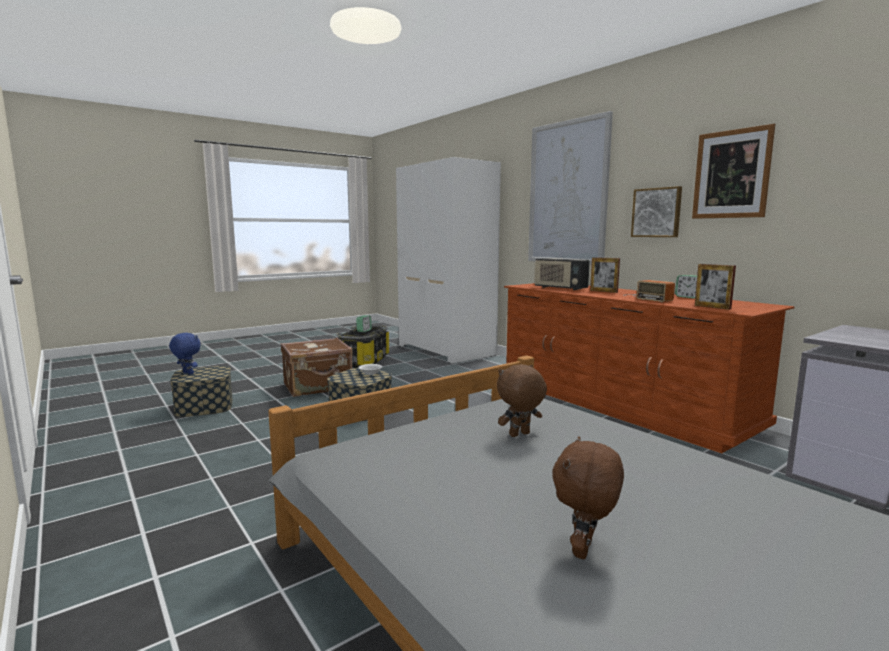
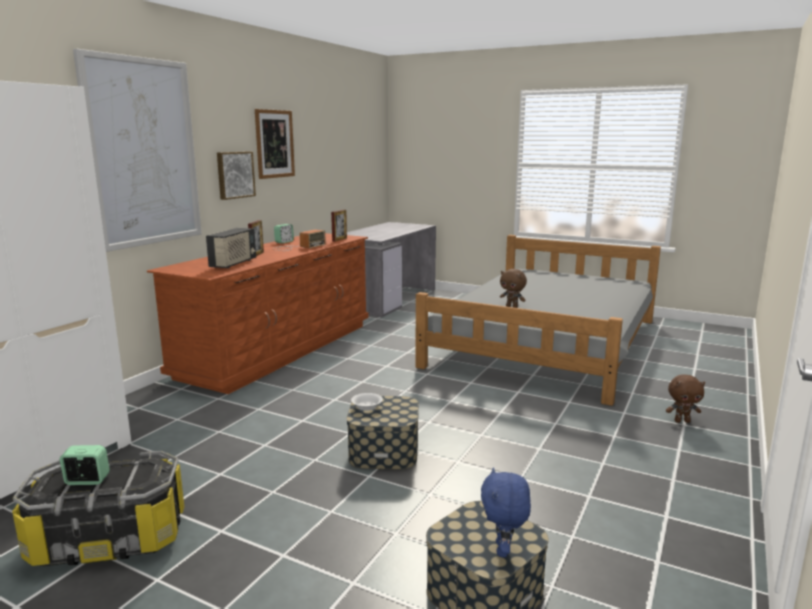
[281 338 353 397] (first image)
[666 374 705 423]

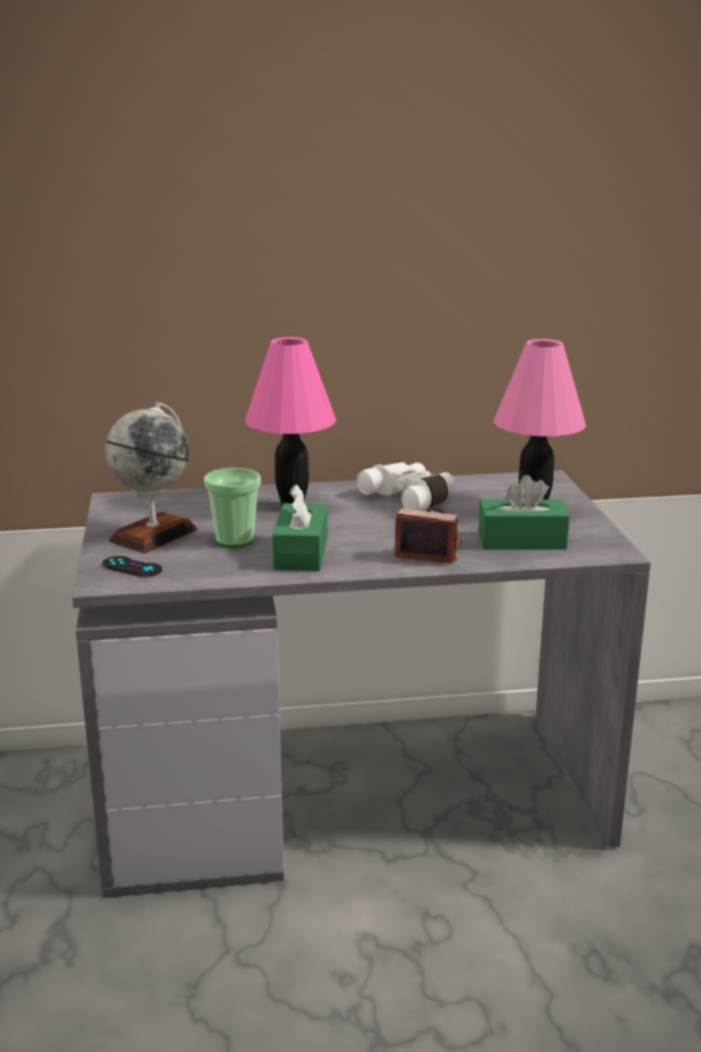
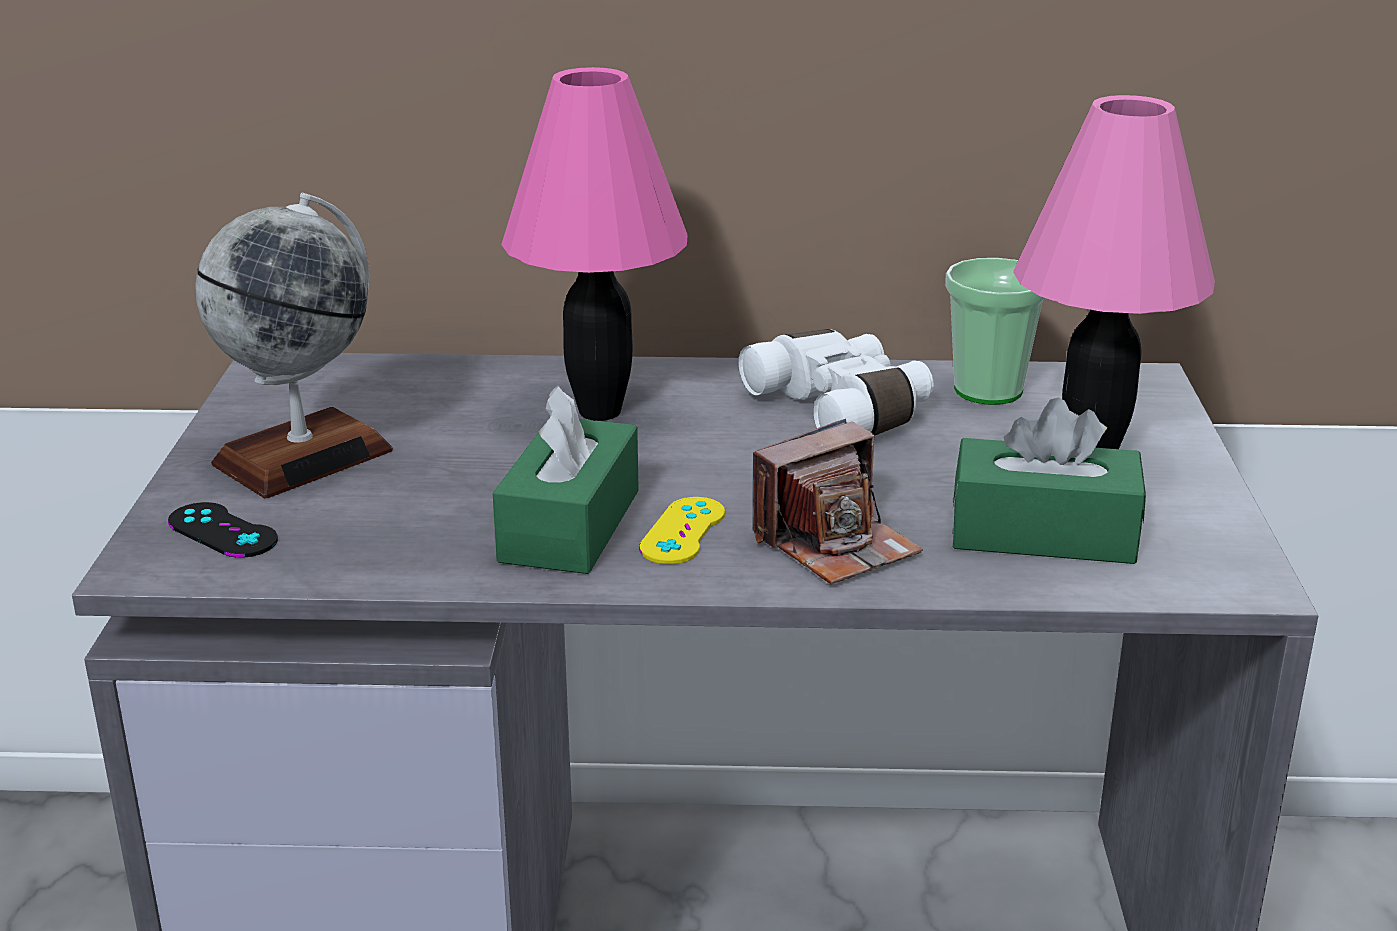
[945 258 1045 405]
[753 419 923 584]
[639 497 725 564]

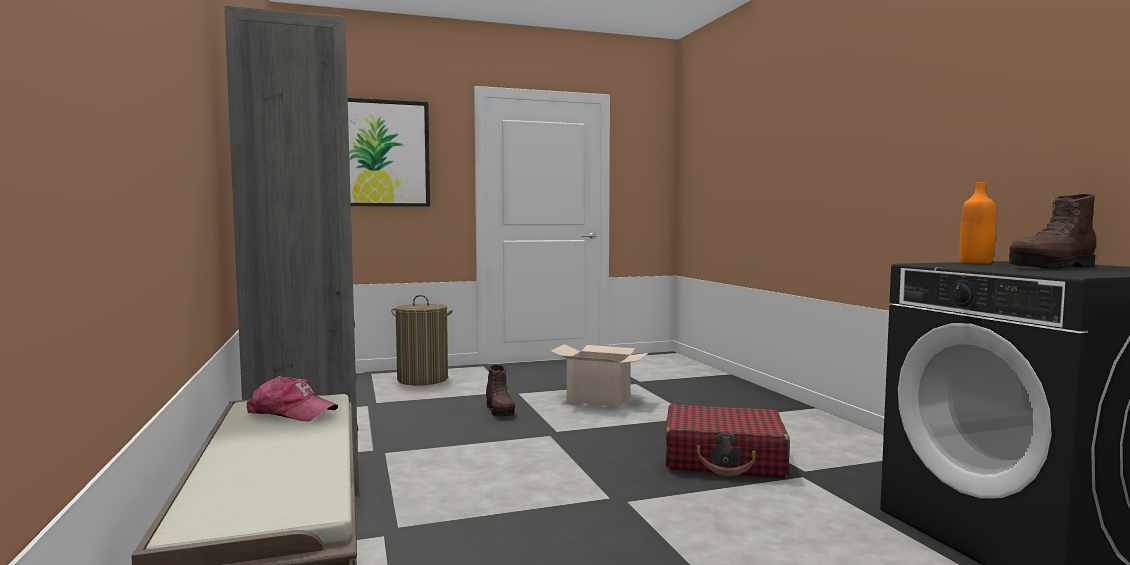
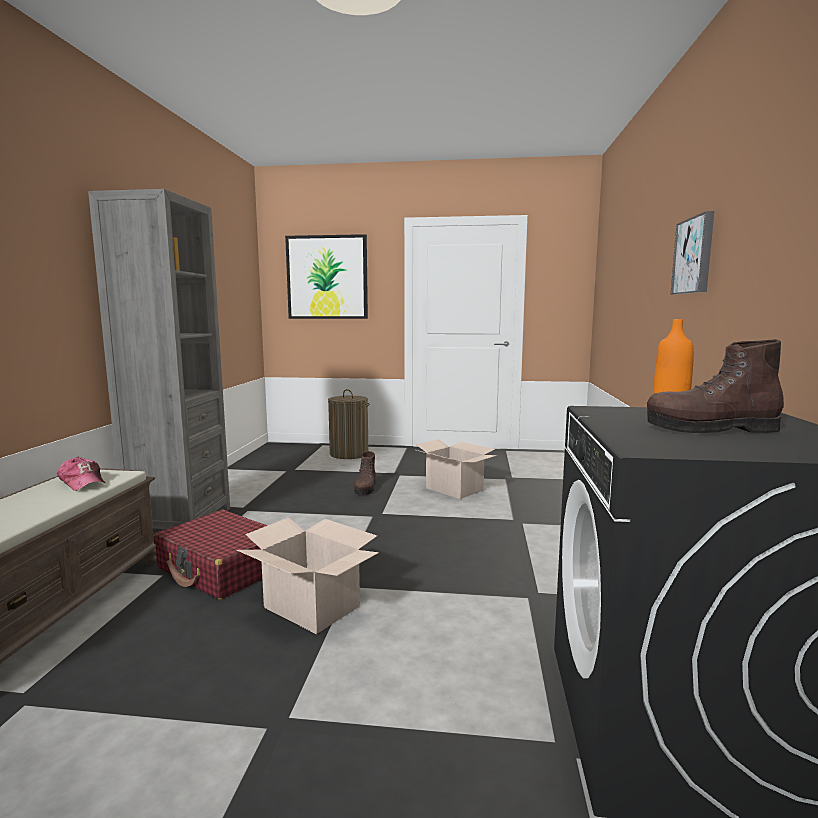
[154 510 268 600]
[670 211 714 295]
[237 518 379 634]

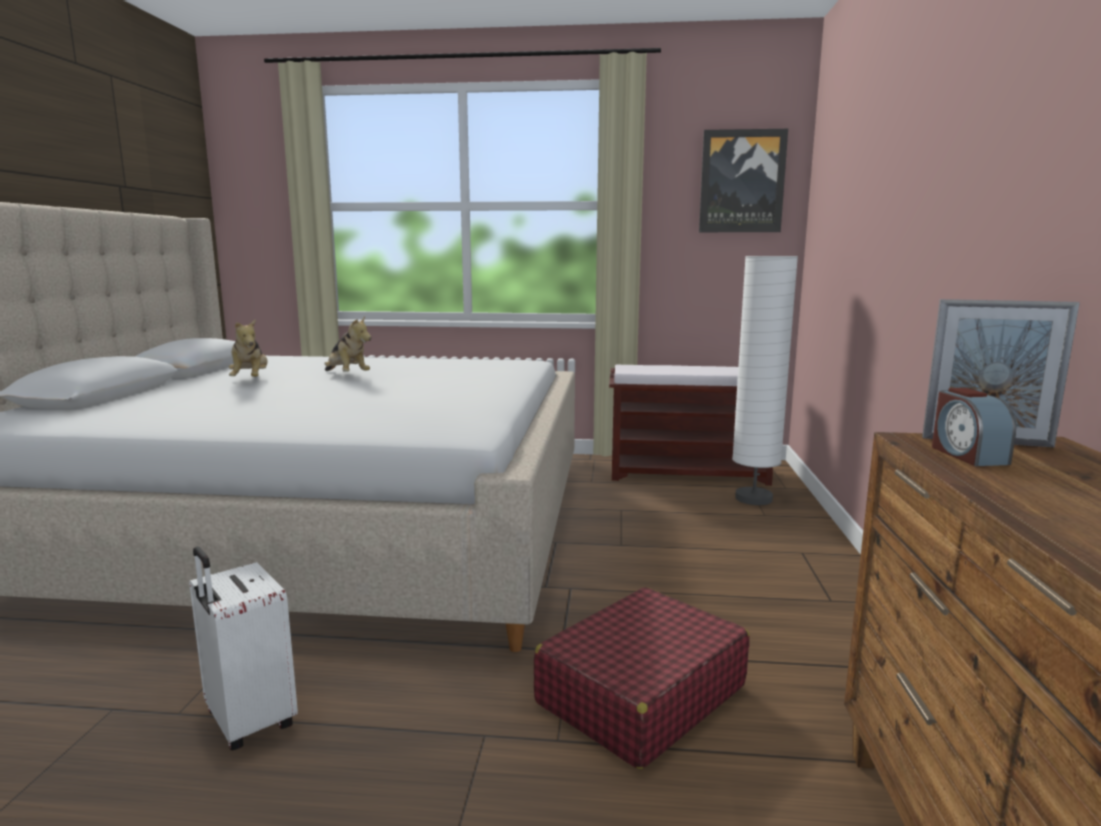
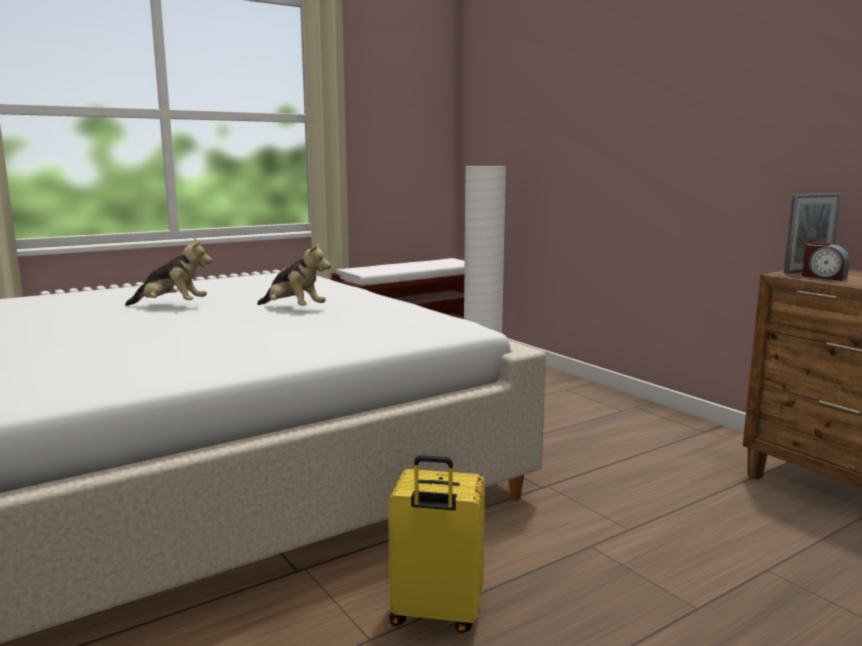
[699 129 788 232] (first image)
[257 241 331 306]
[388 455 485 633]
[534 587 750 769] (first image)

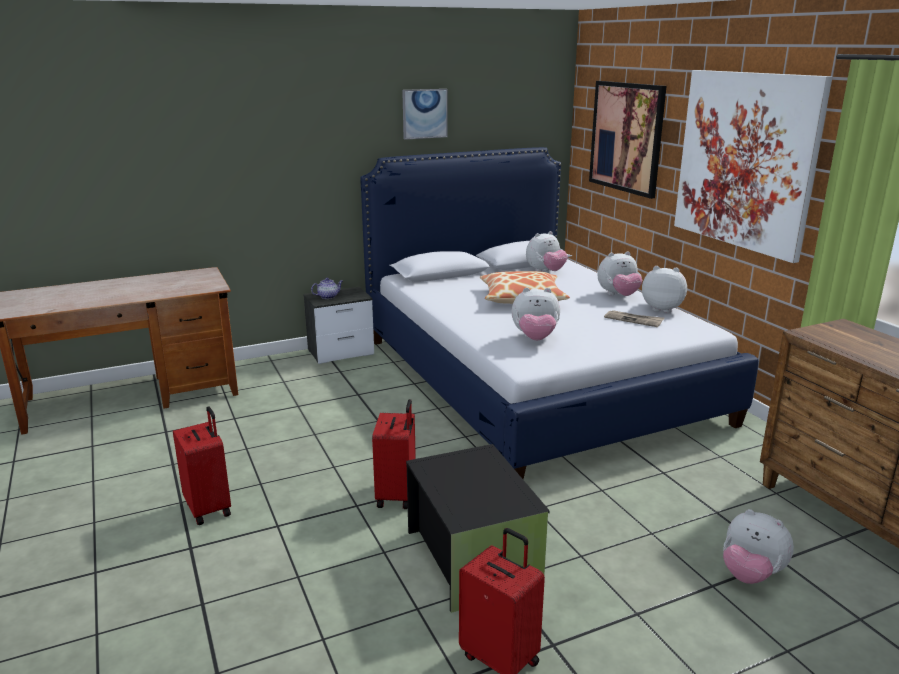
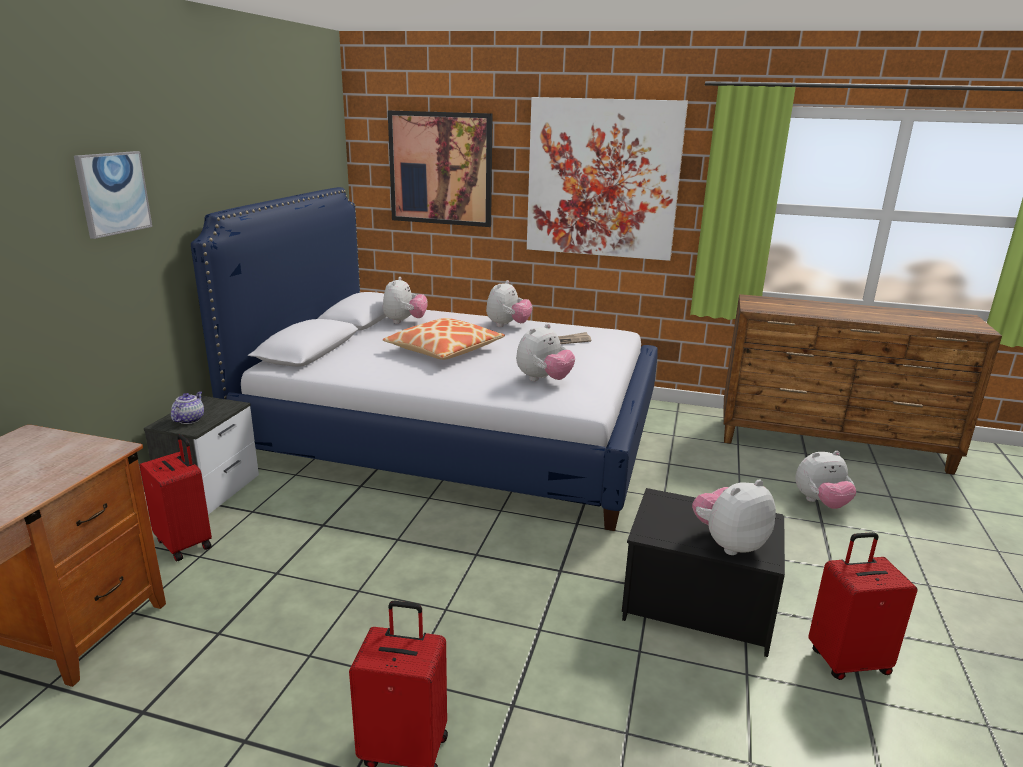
[74 151 152 239]
[692 479 776 555]
[140 434 212 561]

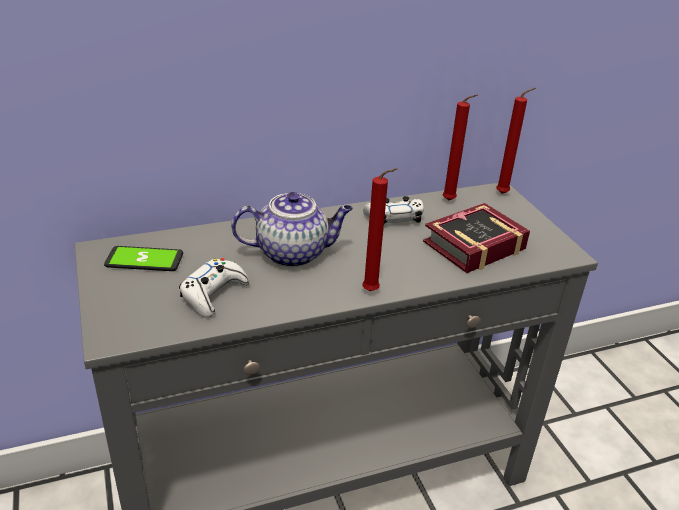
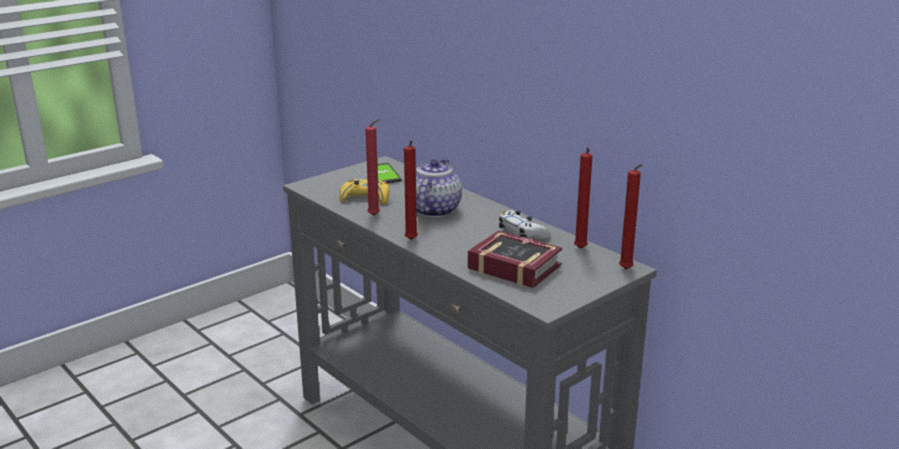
[416 158 462 217]
[339 179 389 204]
[365 119 380 216]

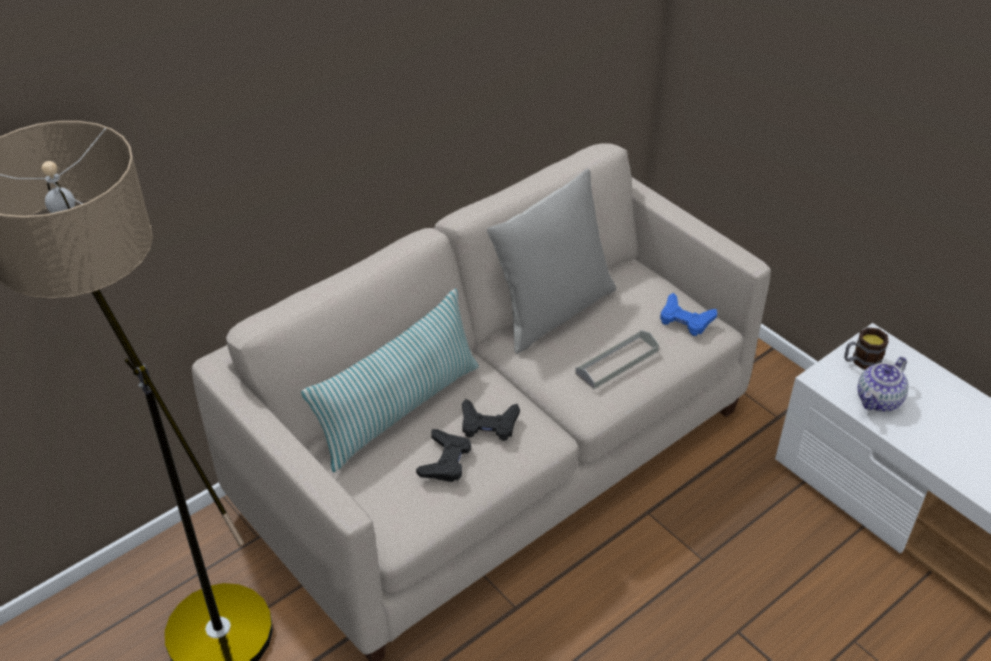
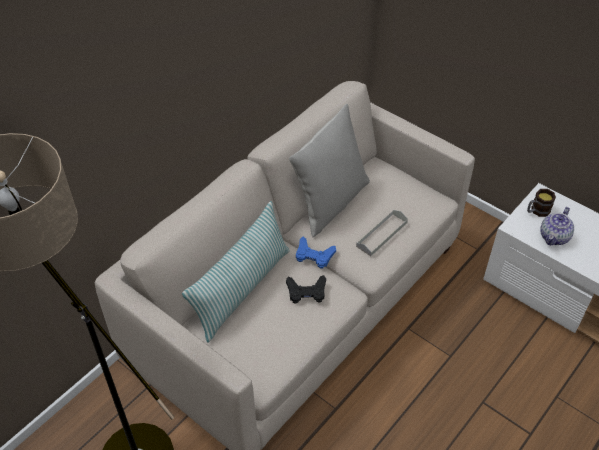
[296 237 336 268]
[416 429 471 482] (first image)

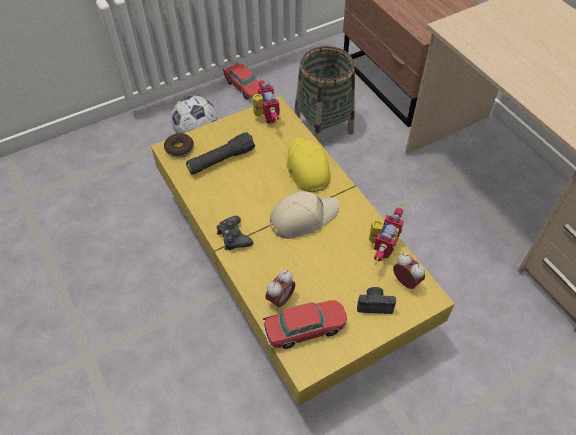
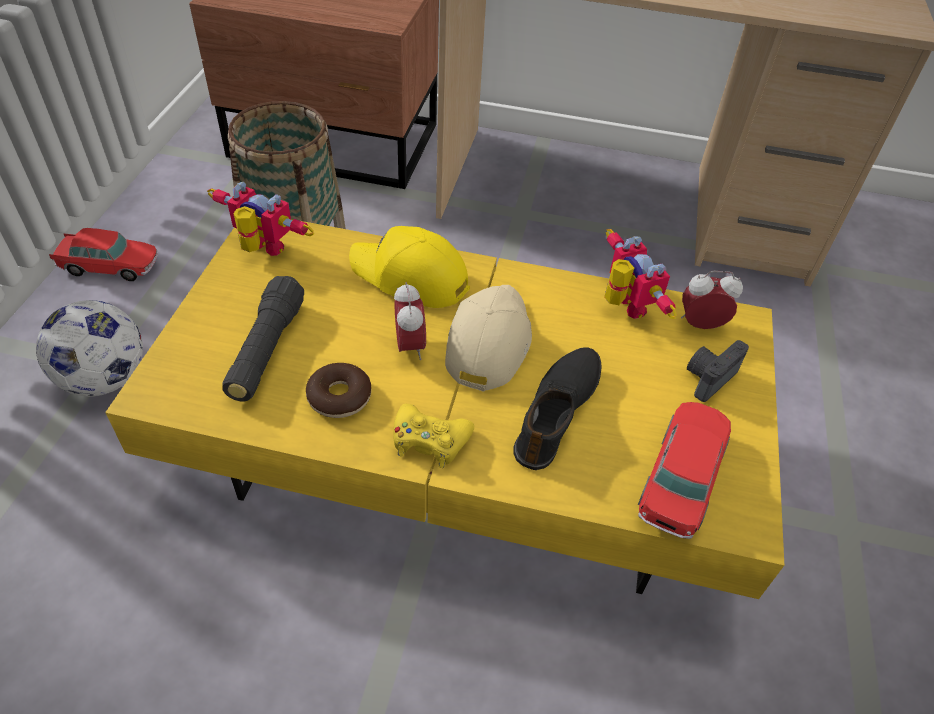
[306 363 371 418]
[393 404 474 468]
[394 282 426 360]
[513 347 601 470]

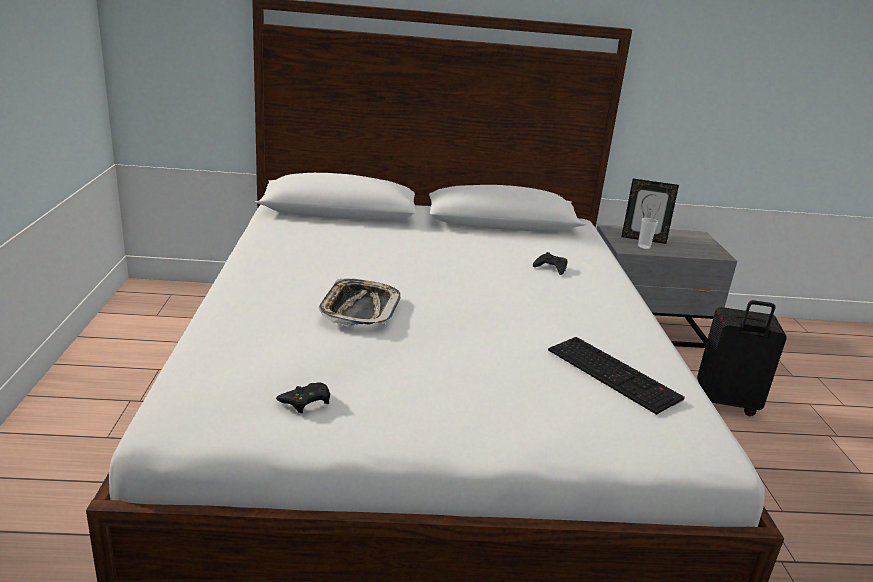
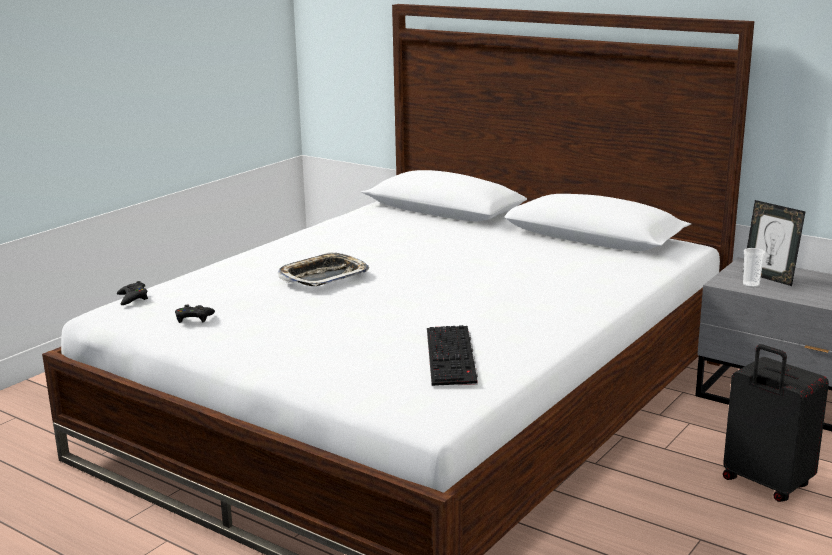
[117 281 148 305]

